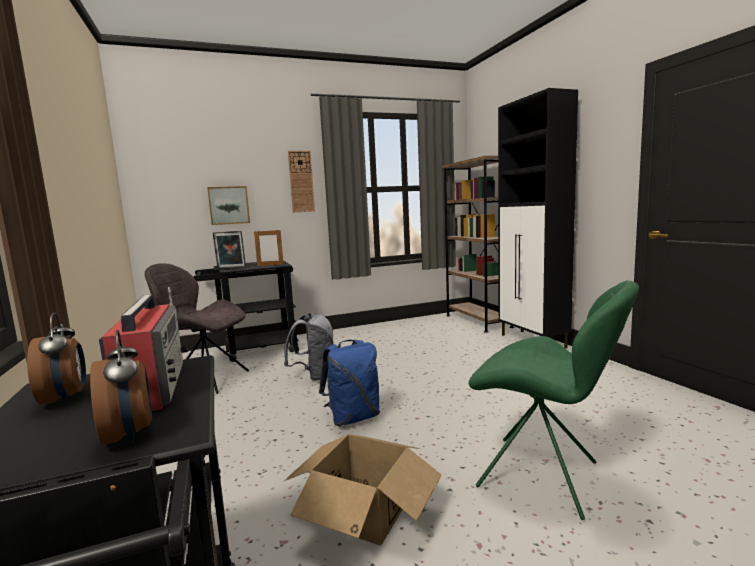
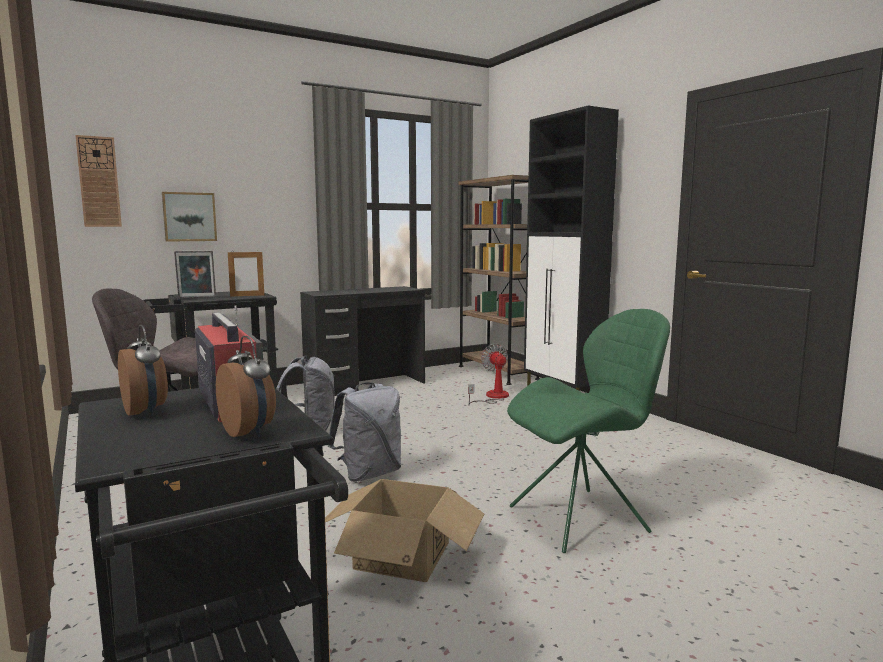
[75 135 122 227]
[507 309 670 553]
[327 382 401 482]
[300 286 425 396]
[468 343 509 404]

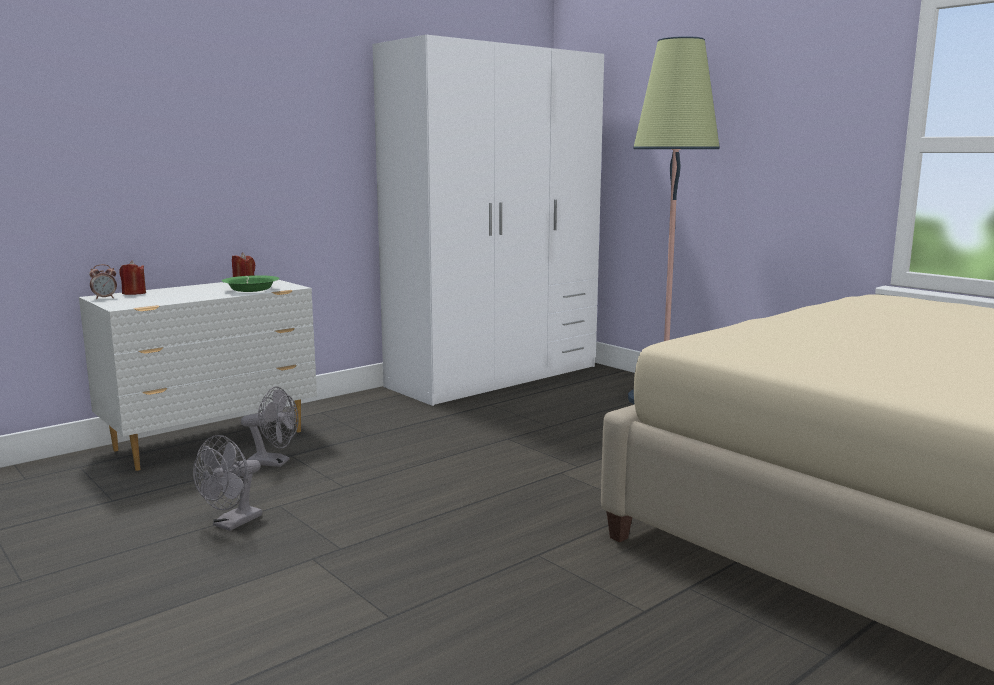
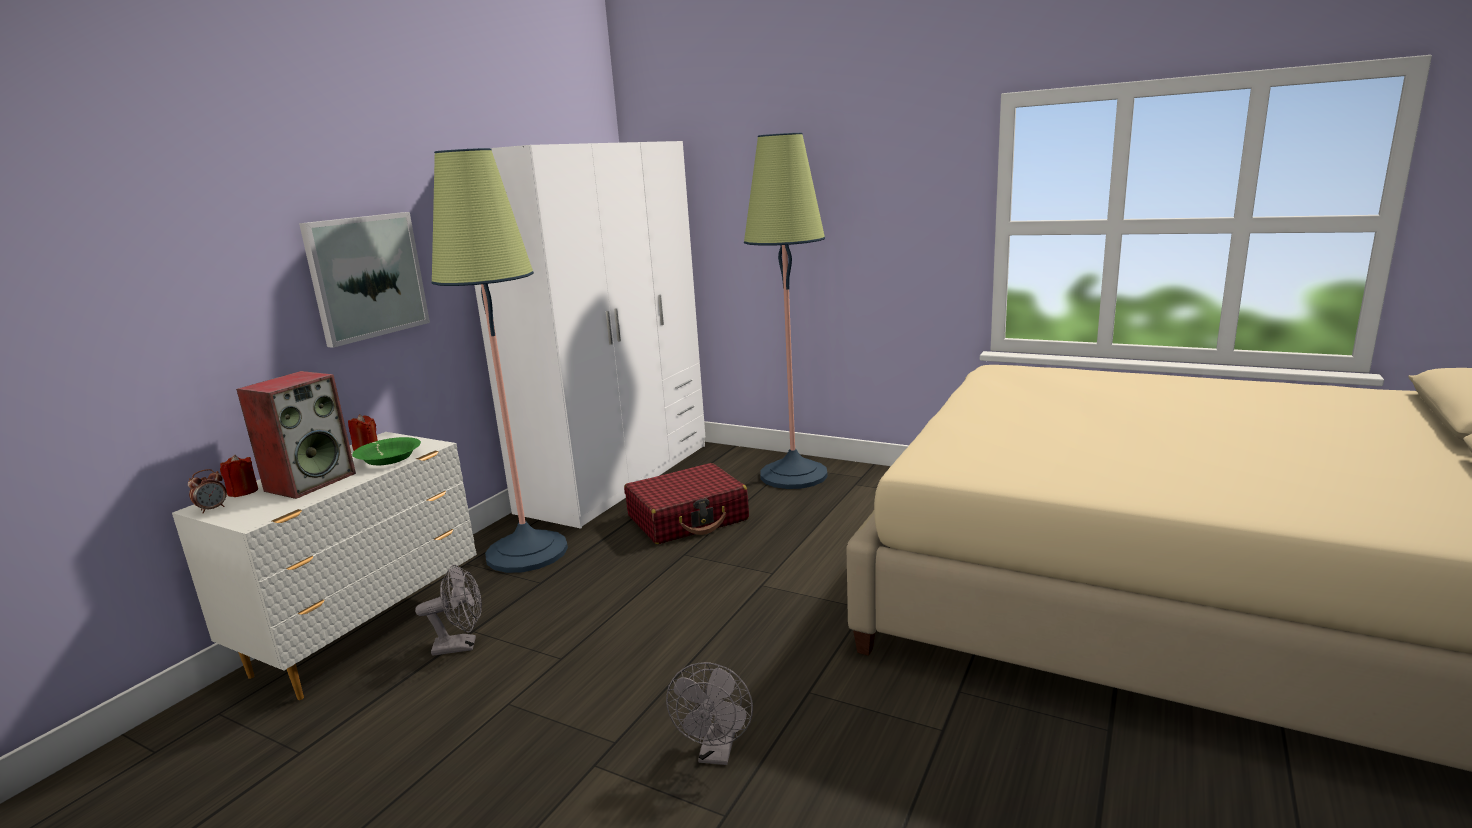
[666 662 753 765]
[432 148 568 573]
[299 212 430 348]
[236 371 356 499]
[624 463 749 544]

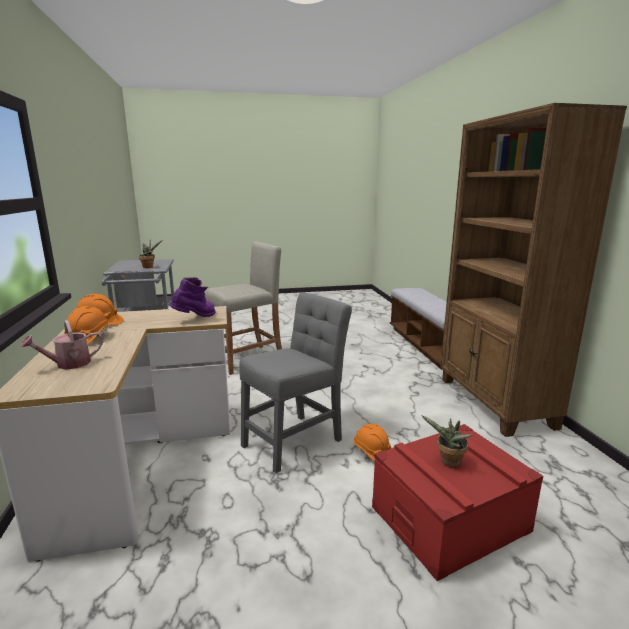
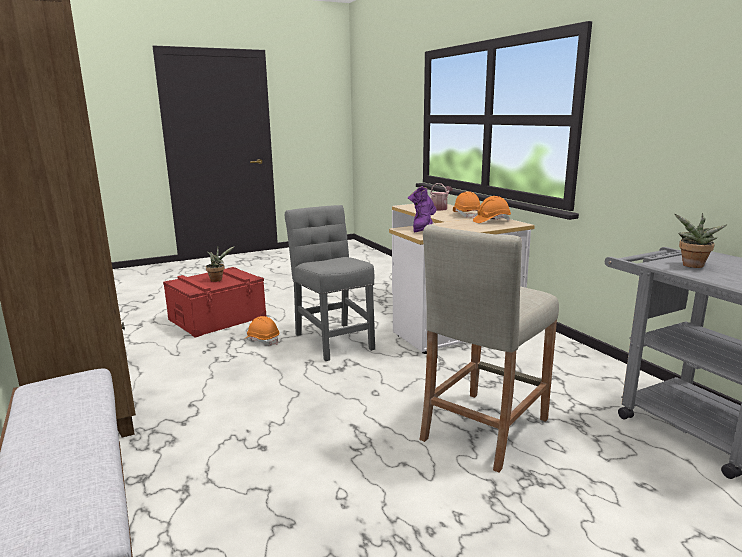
[285 205 375 361]

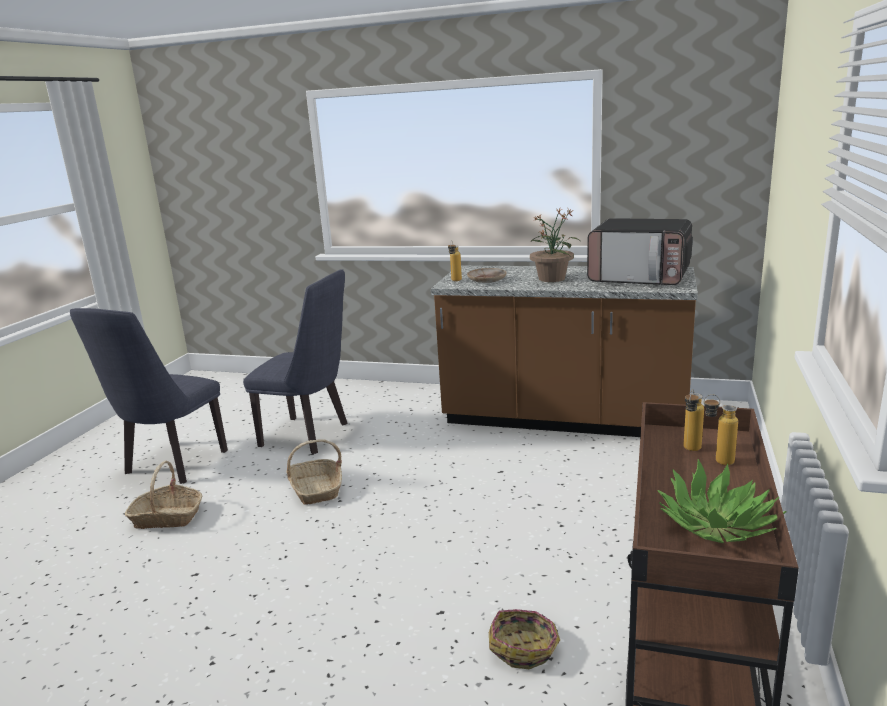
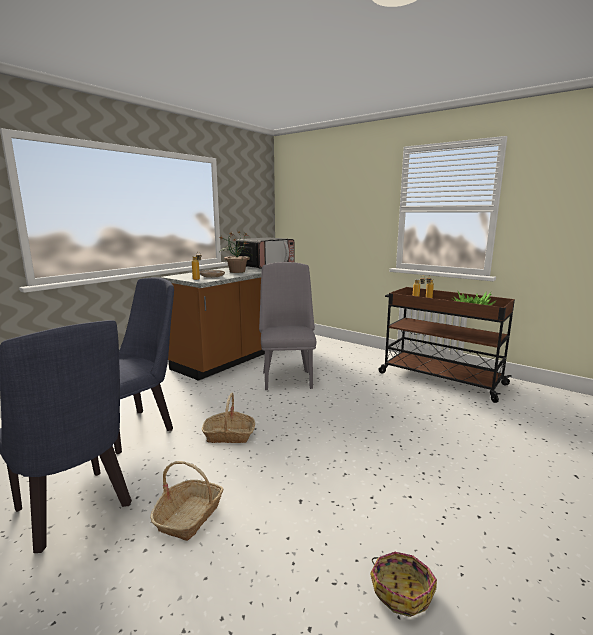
[370 552 437 617]
[259 262 316 390]

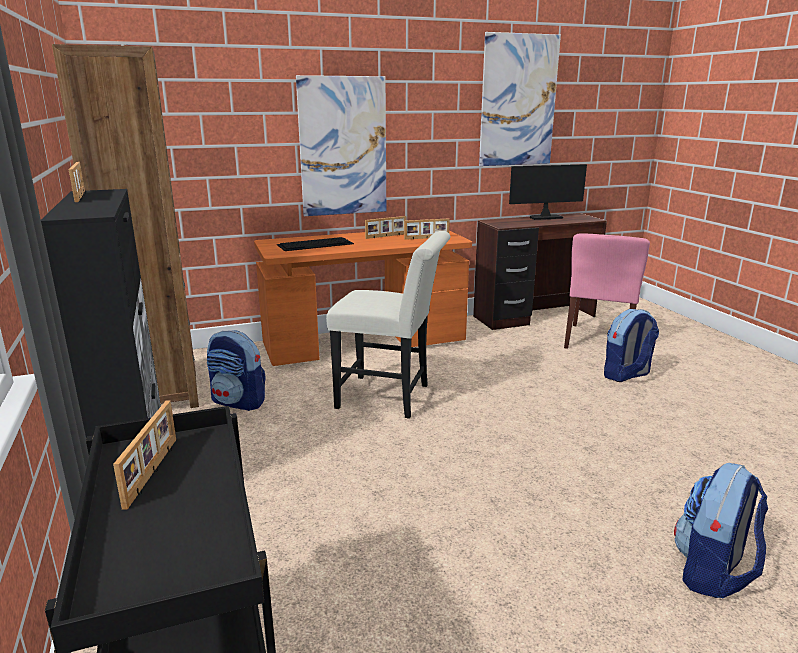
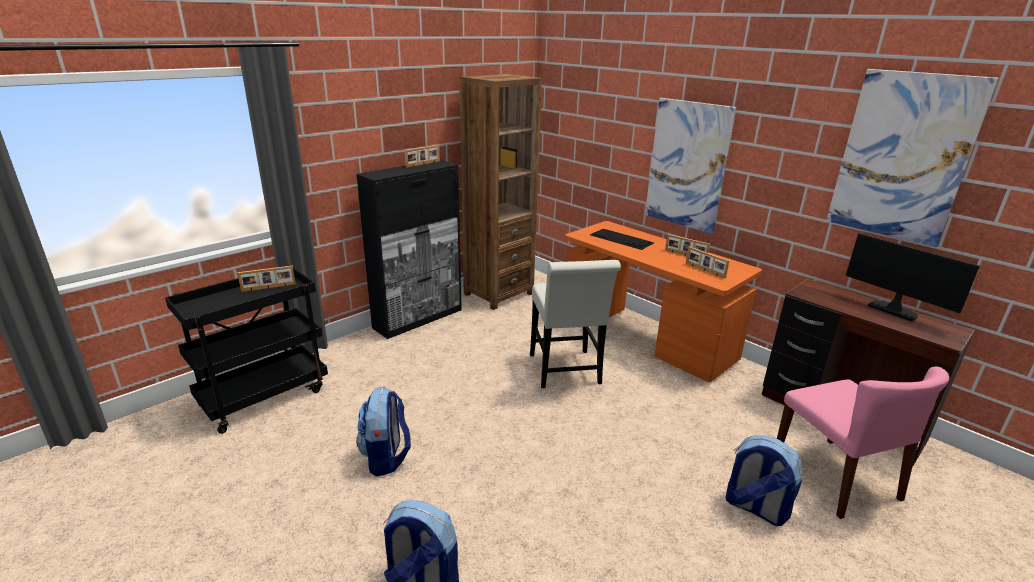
[777 366 949 519]
[356 386 411 476]

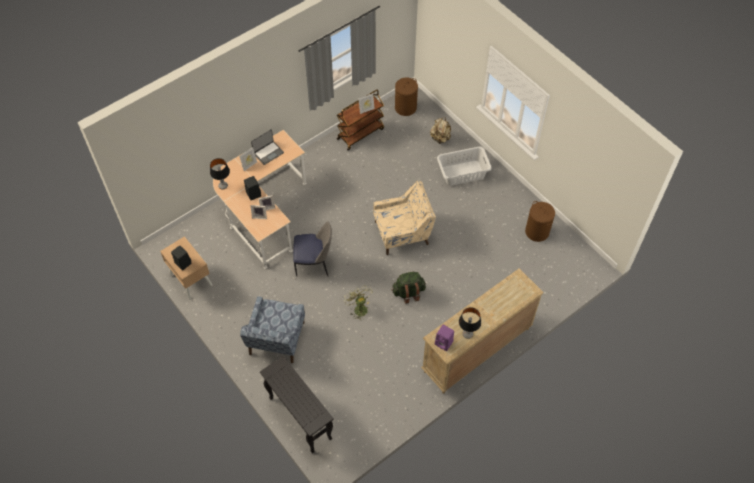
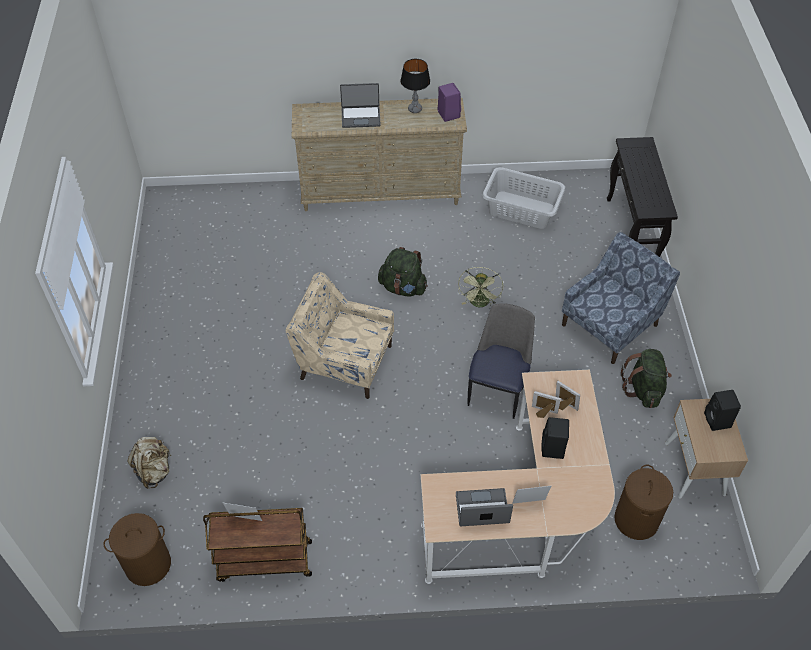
[482 167 566 229]
[210 158 230 190] (first image)
[614 465 673 540]
[468 303 535 419]
[340 83 381 128]
[621 349 672 408]

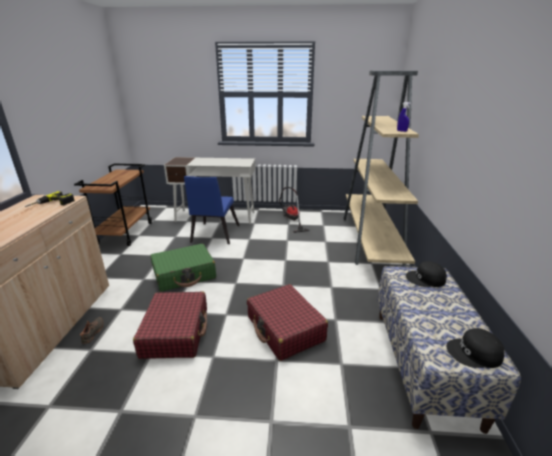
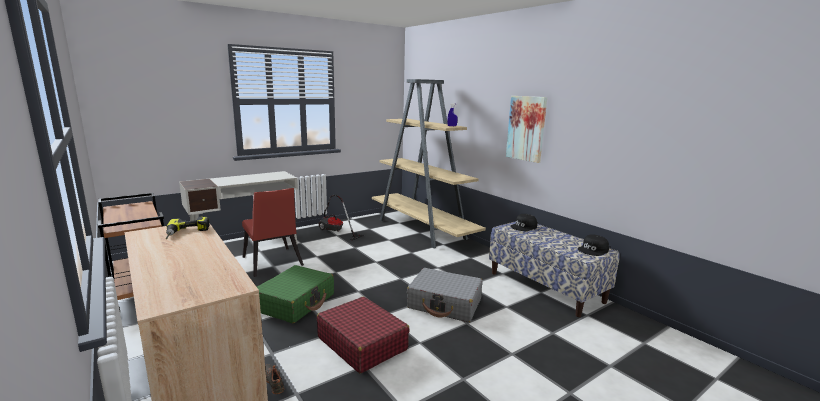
[242 188 304 277]
[407 268 483 322]
[506 96 547 163]

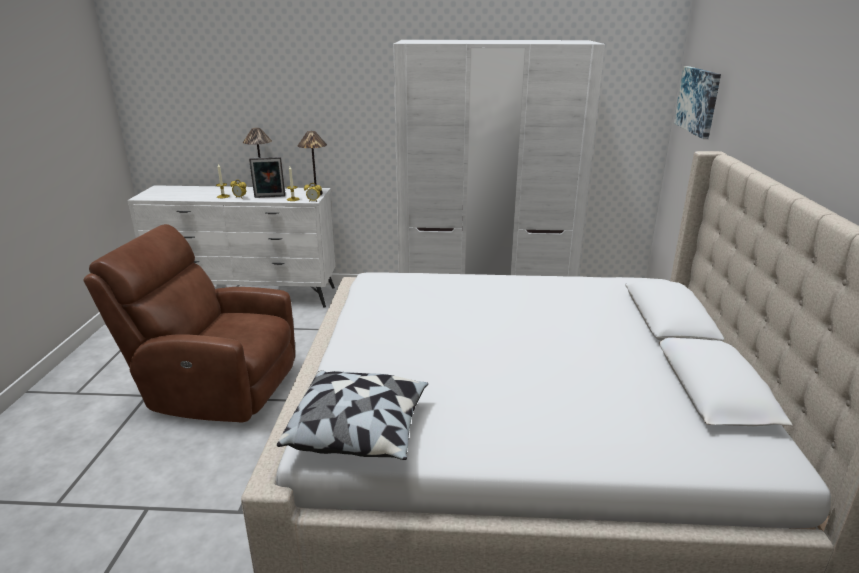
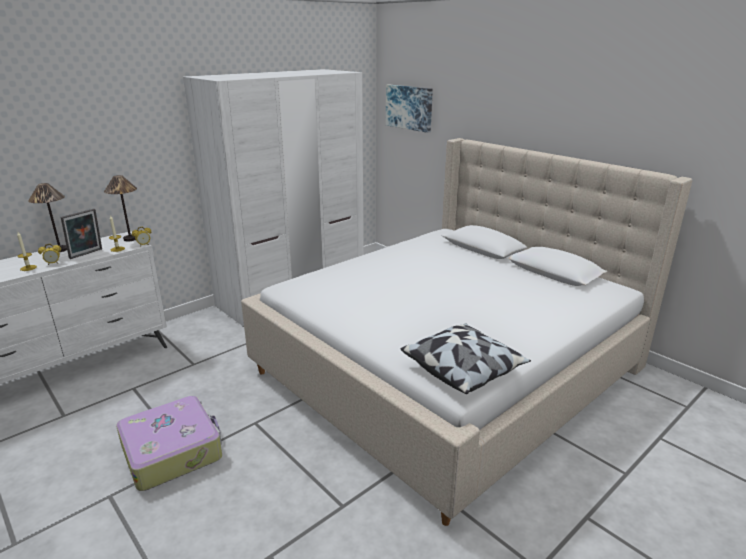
[116 396 222 491]

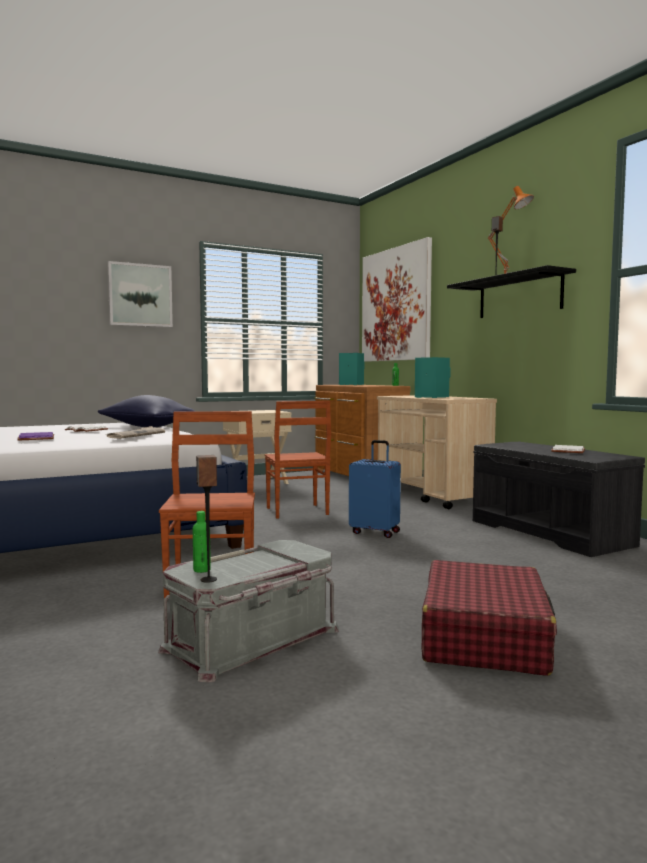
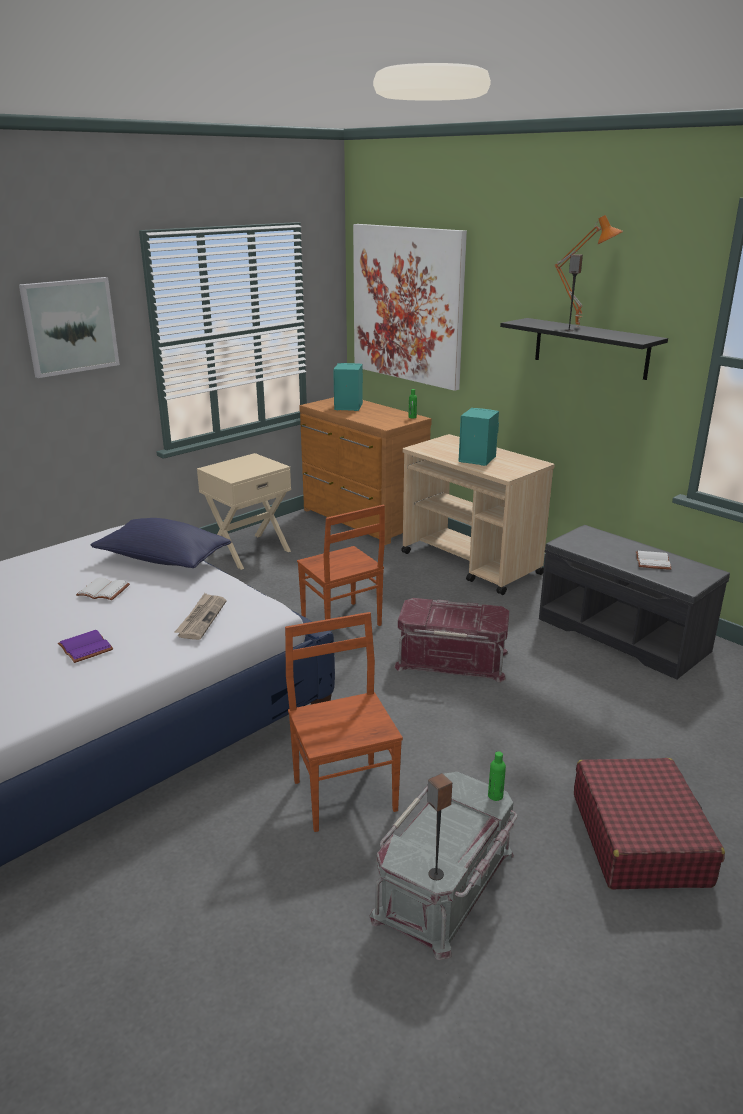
[394 598 510 682]
[488 751 506 801]

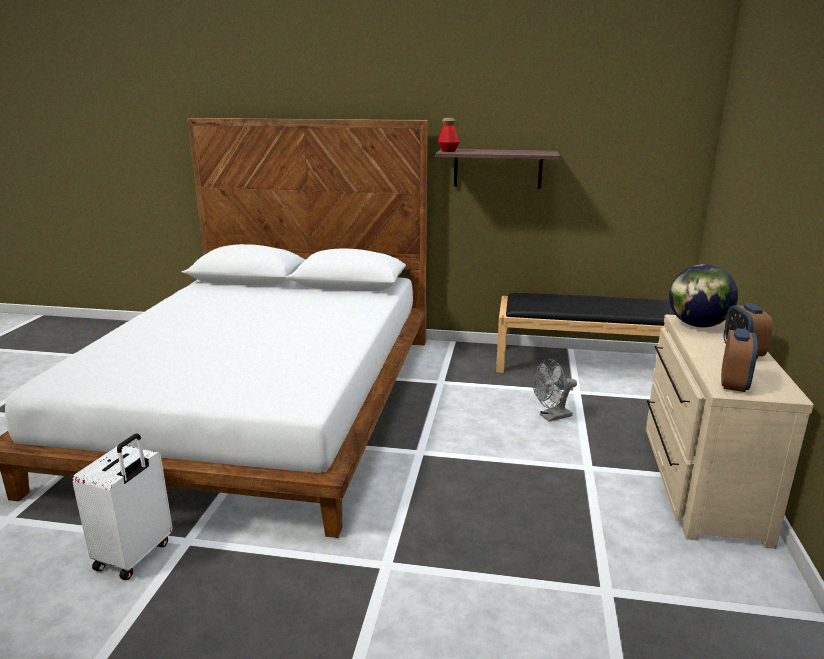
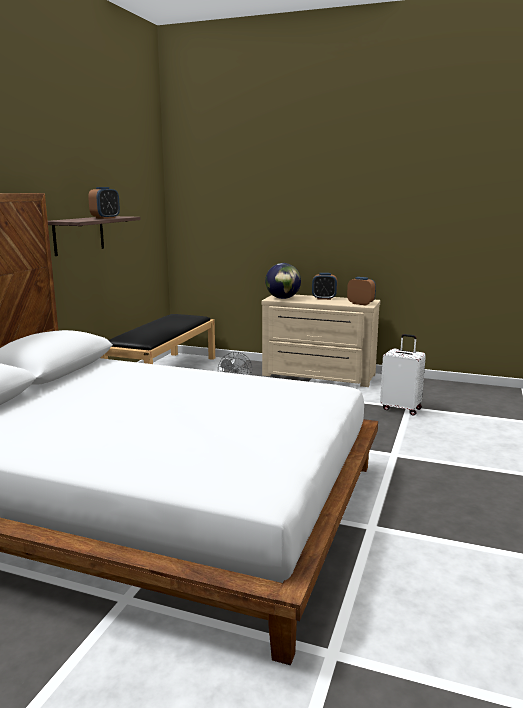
[438 118 460 152] (first image)
[380 334 426 416]
[88 187 120 219]

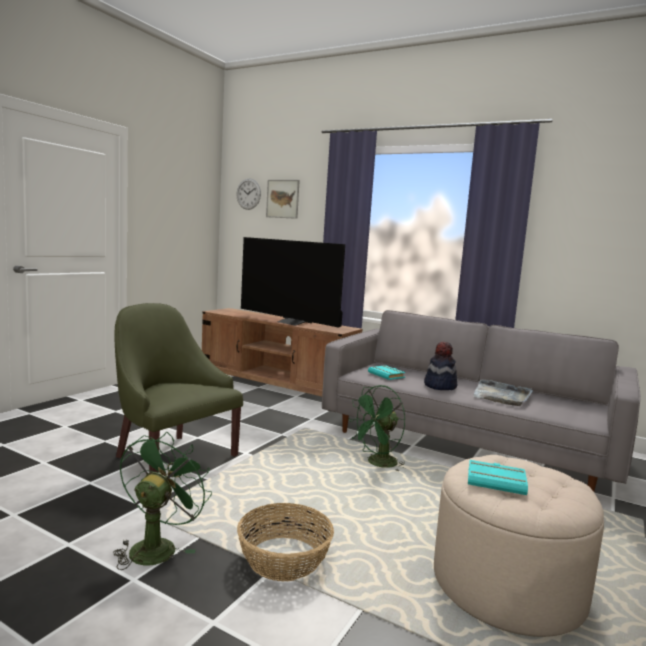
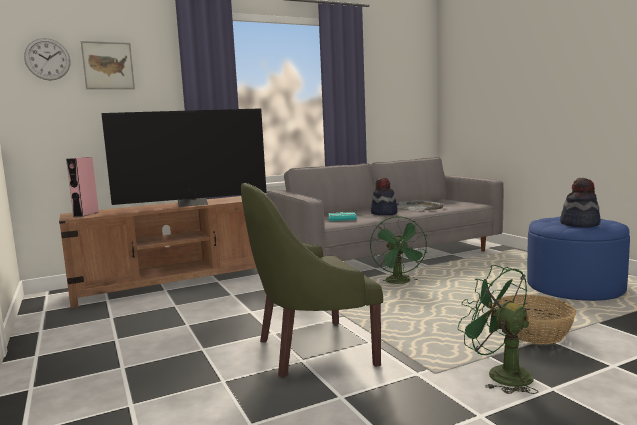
[527 217 630 301]
[560 178 601 227]
[66 157 99 217]

